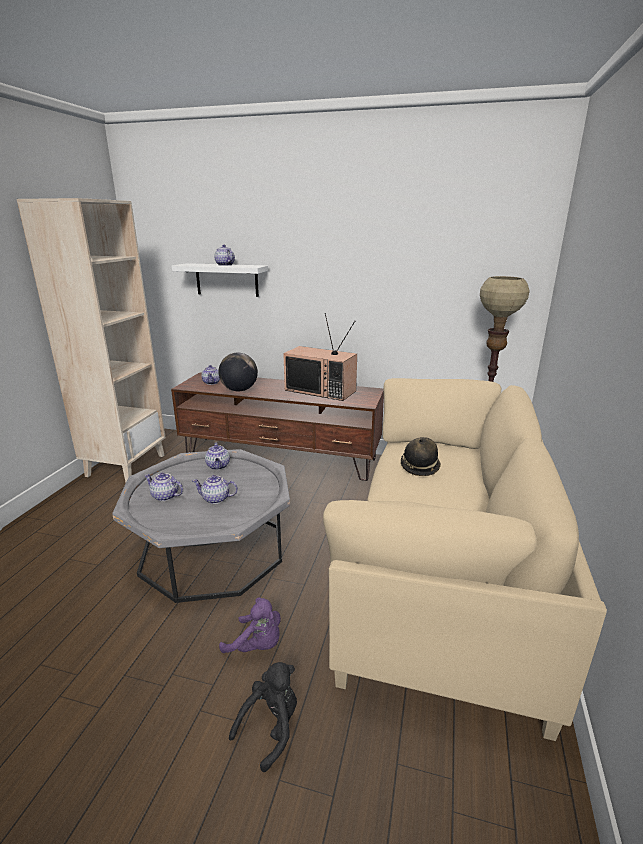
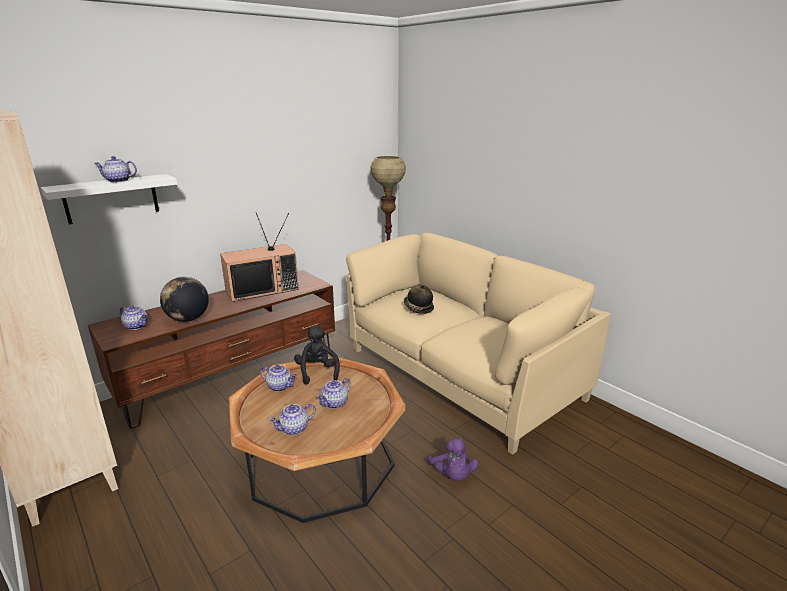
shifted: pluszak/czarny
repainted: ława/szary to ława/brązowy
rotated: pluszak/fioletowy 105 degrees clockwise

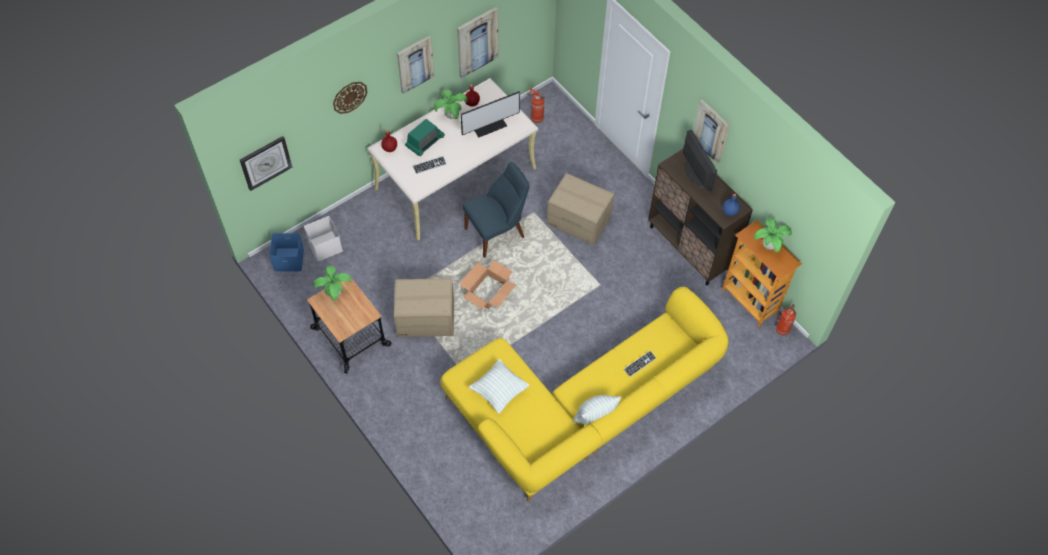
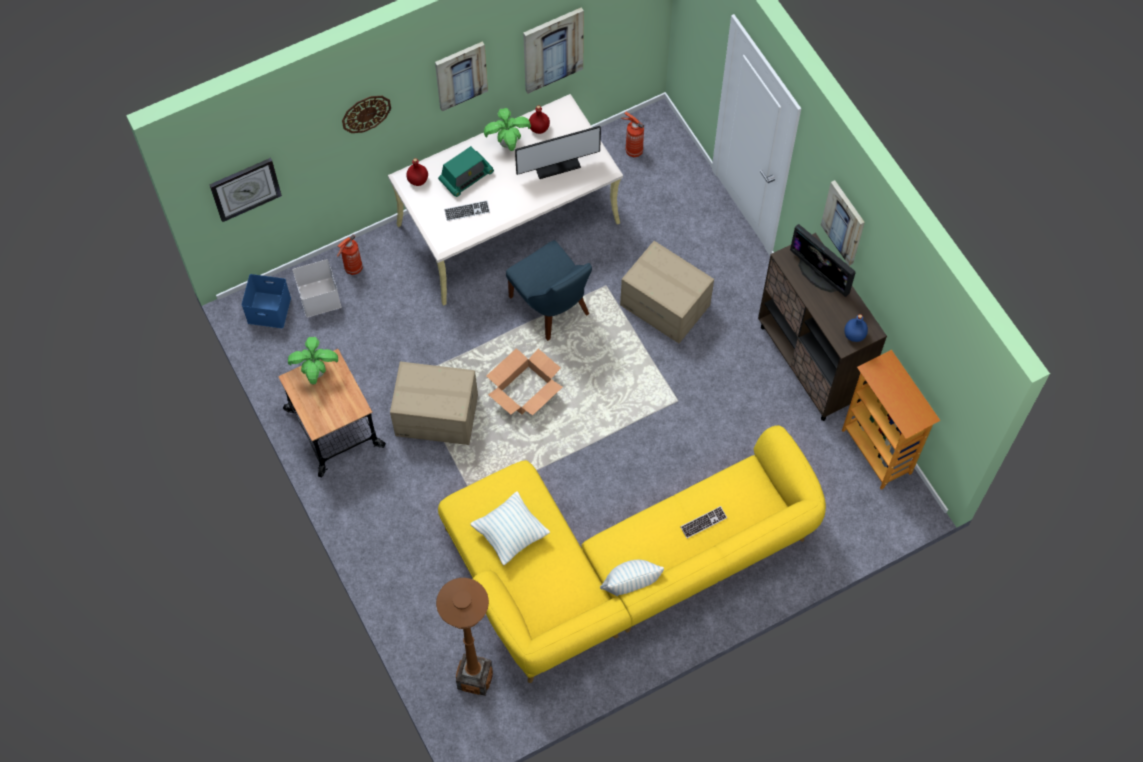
gone: roślina doniczkowa (no. 3 from left)
new: lampa stojąca/brązowy
shifted: gaśnica (no. 2 from left in the first image) to gaśnica (no. 1 from left)
rotated: krzesło/niebieski 75 degrees clockwise; monitor (no. 2 from left) 150 degrees clockwise

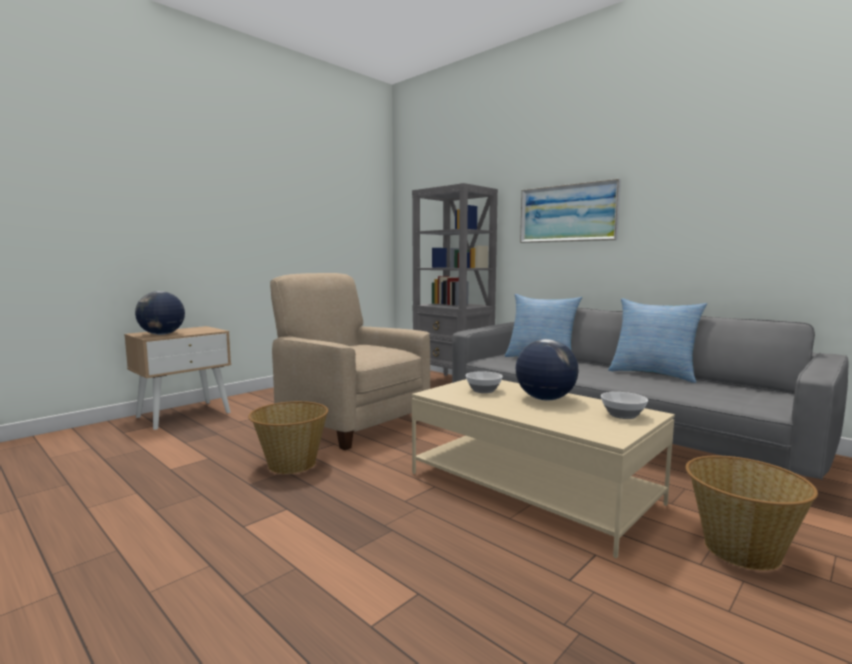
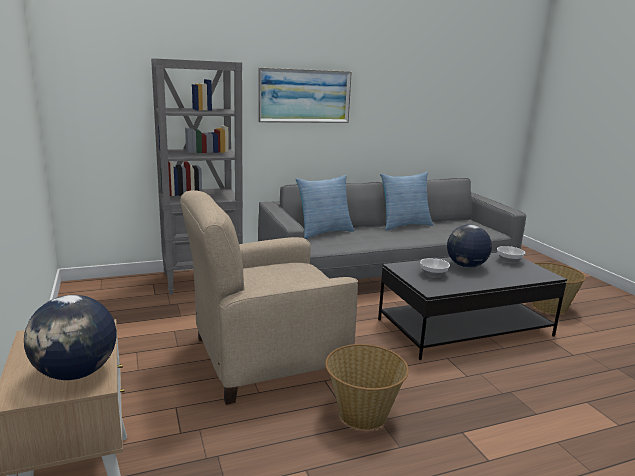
repainted: ława/beżowy to ława/czarny

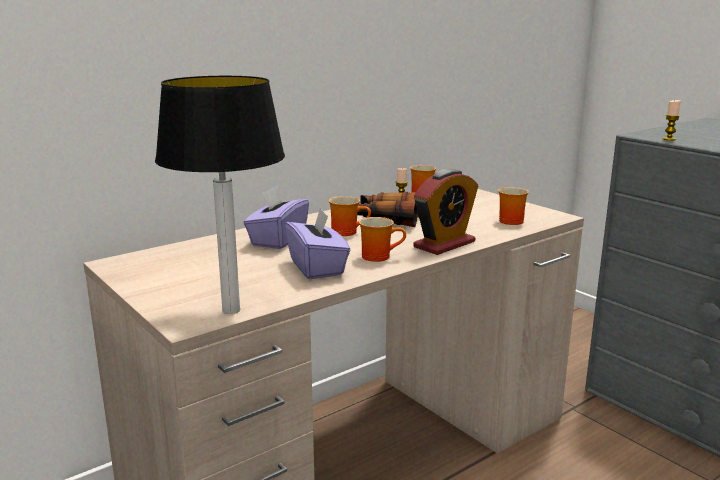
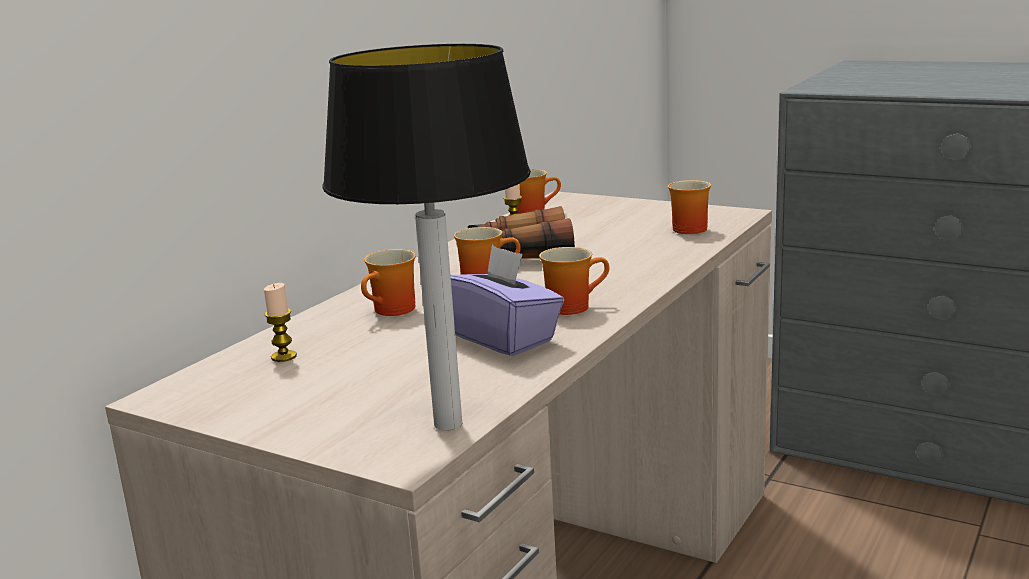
gone: budzik
shifted: świeca (no. 2 from left in the first image) to świeca (no. 1 from left)
swapped: pudełko chusteczek/fioletowy (no. 1 from left) to kubek (no. 1 from left)

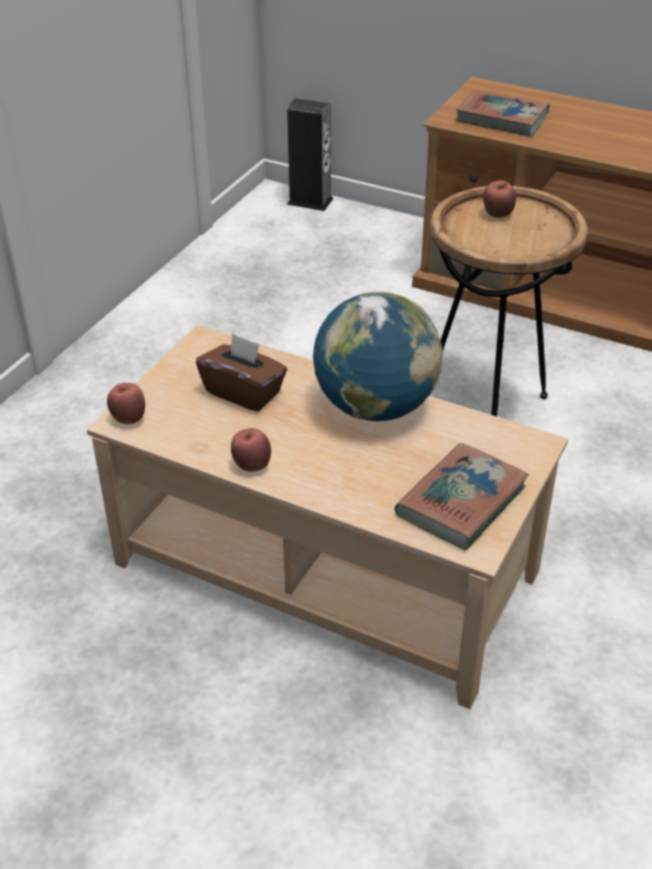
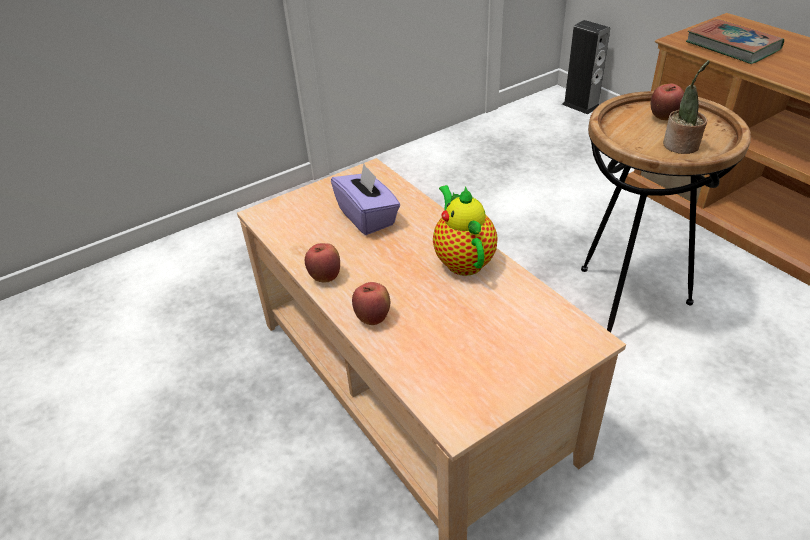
gone: książka (no. 1 from left)
new: roślina doniczkowa
shifted: jabłko (no. 1 from left in the first image) to jabłko (no. 2 from left)
swapped: globus to imbryk
repainted: pudełko chusteczek/brązowy to pudełko chusteczek/fioletowy

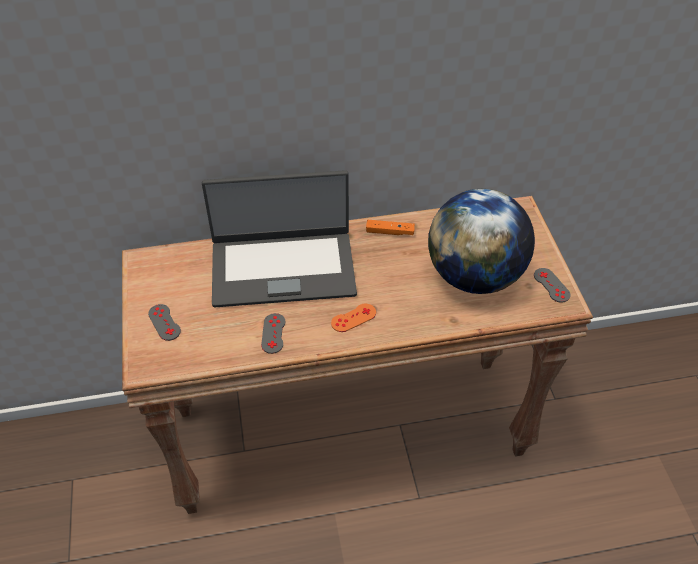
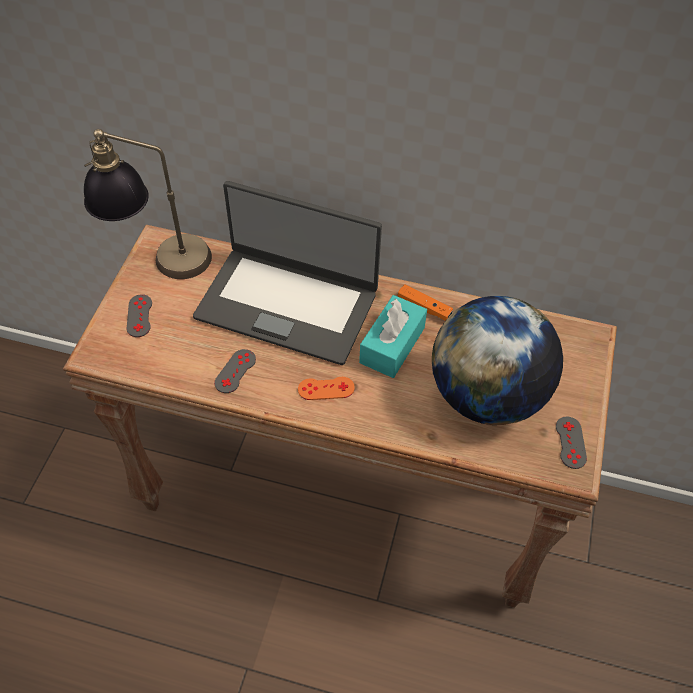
new: lampa stołowa; pudełko chusteczek/turkusowy

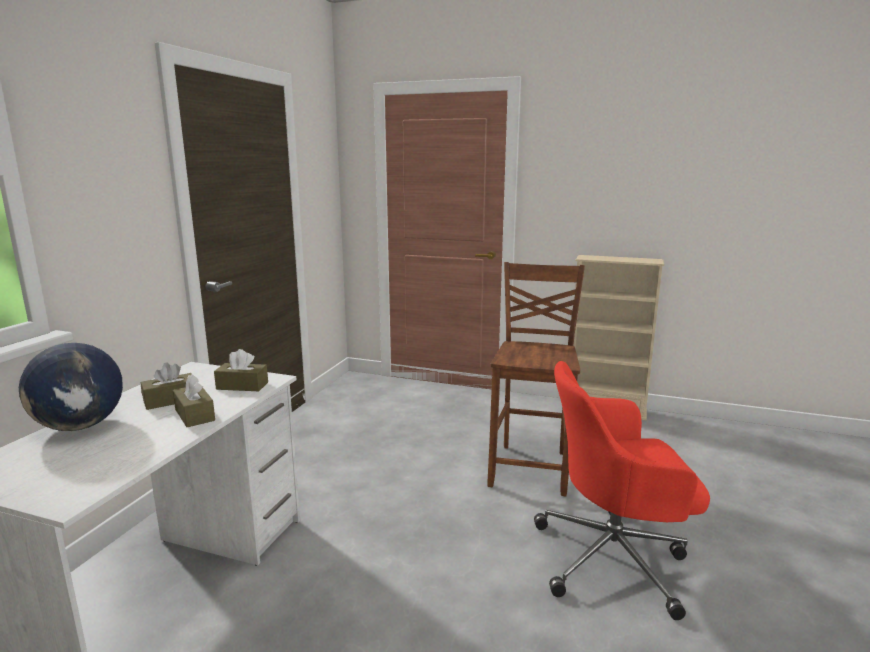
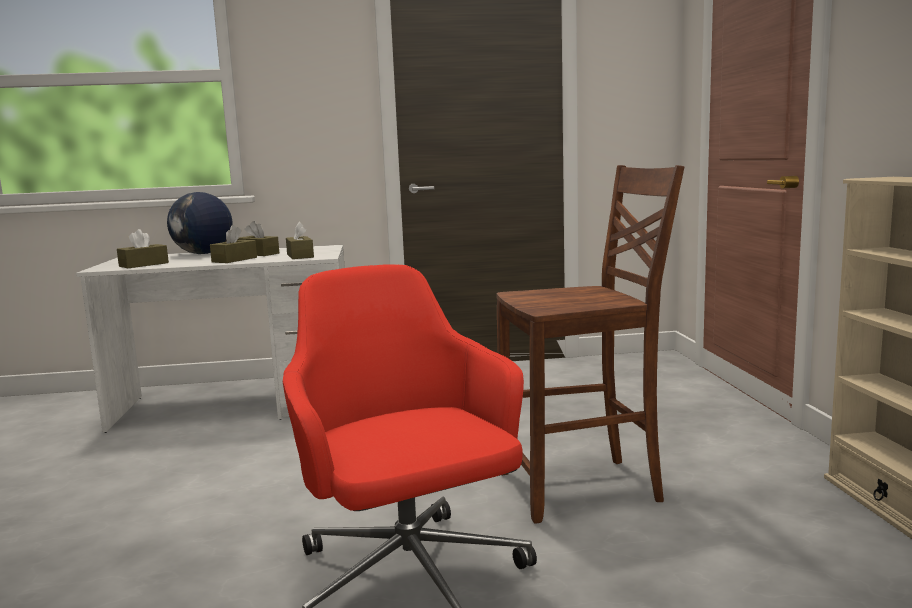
new: pudełko chusteczek/brązowy (no. 1 from left)

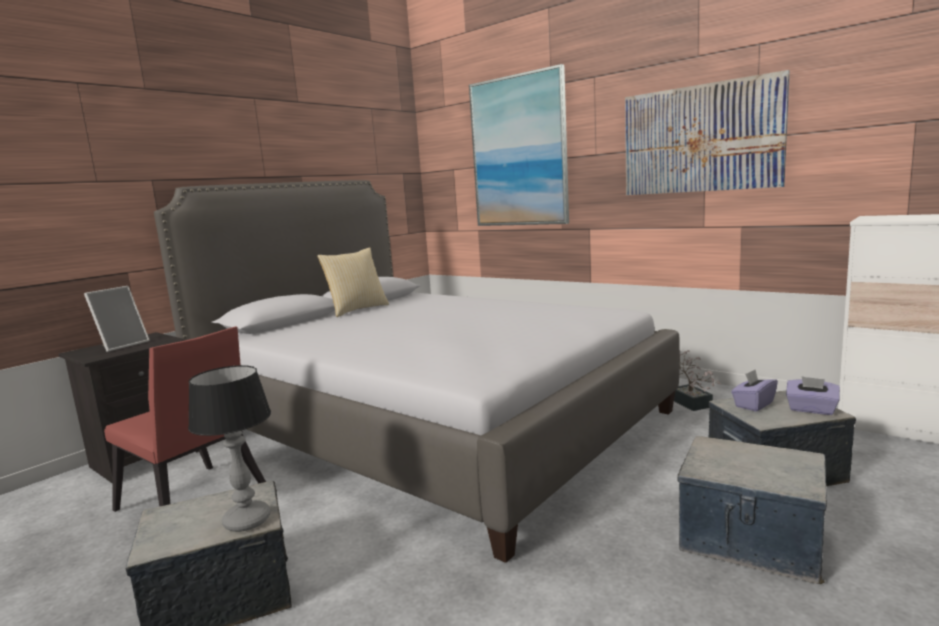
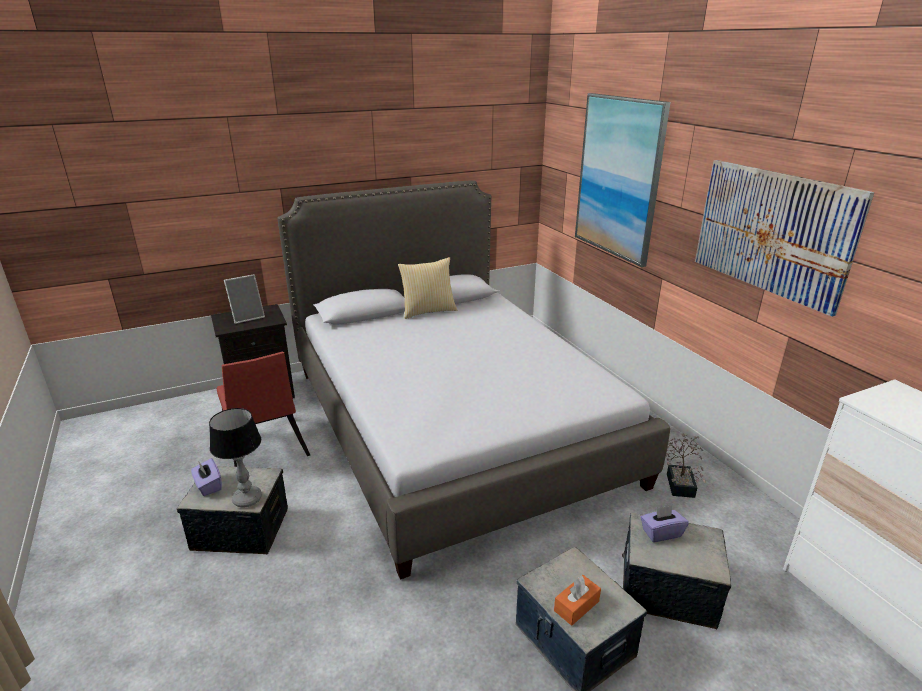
new: pudełko chusteczek/pomarańczowy
shifted: pudełko chusteczek/fioletowy (no. 2 from left in the first image) to pudełko chusteczek/fioletowy (no. 1 from left)

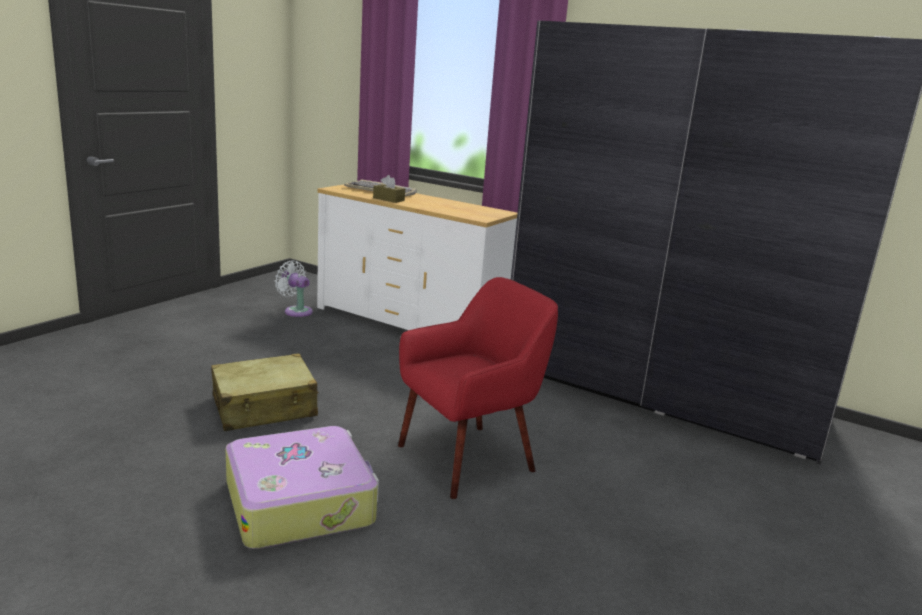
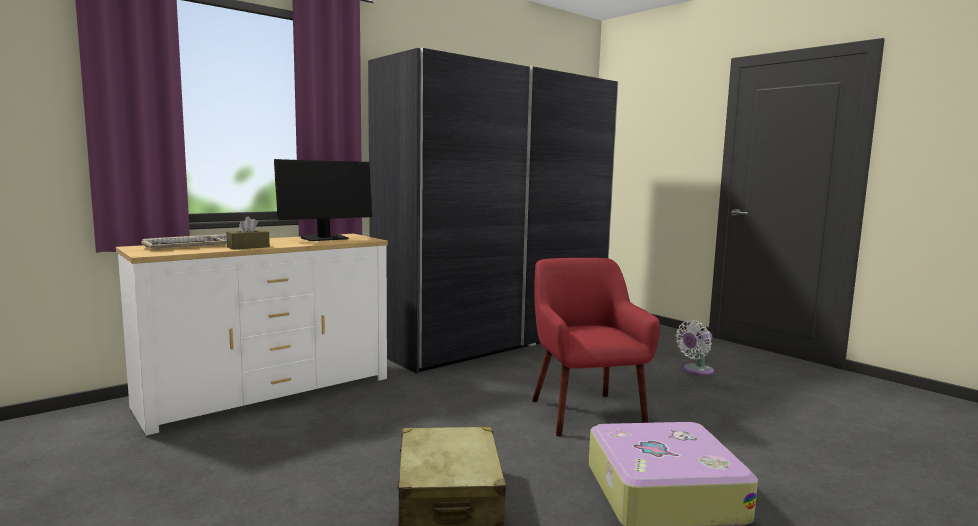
new: monitor
shifted: wentylator/biały

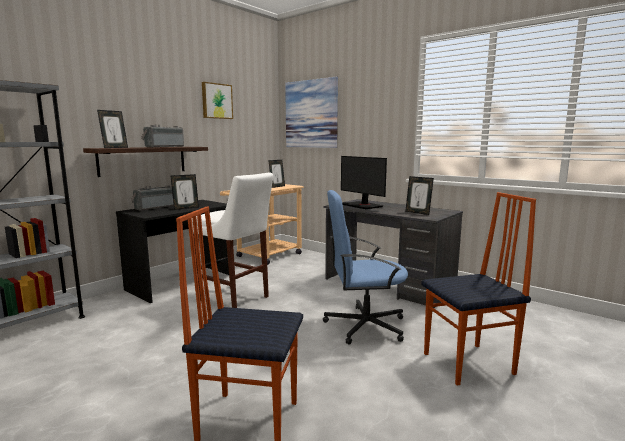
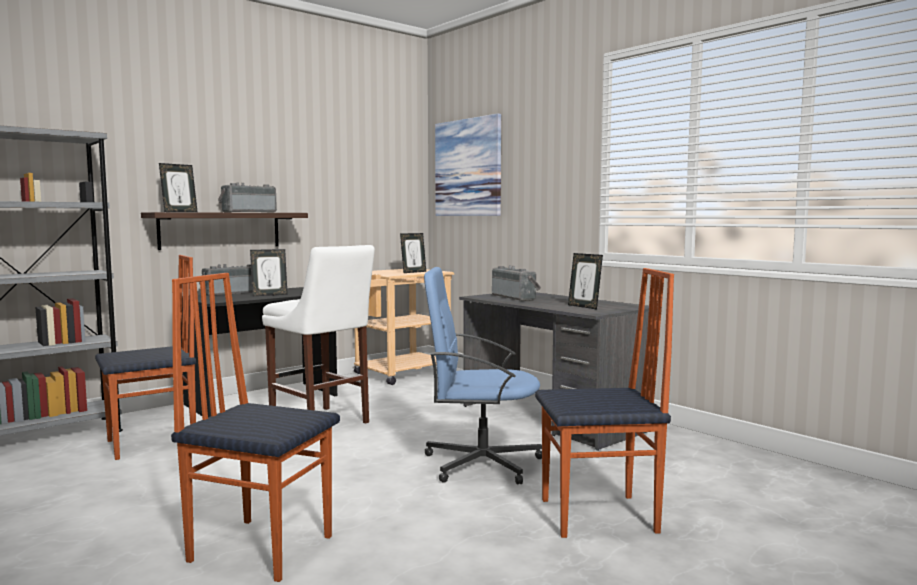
gone: obraz (no. 1 from left)
new: krzesło (no. 1 from left)
swapped: monitor to radio (no. 3 from left)

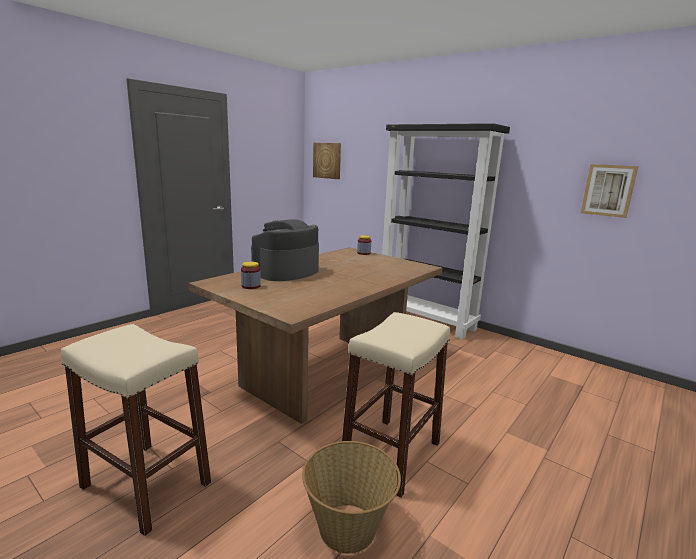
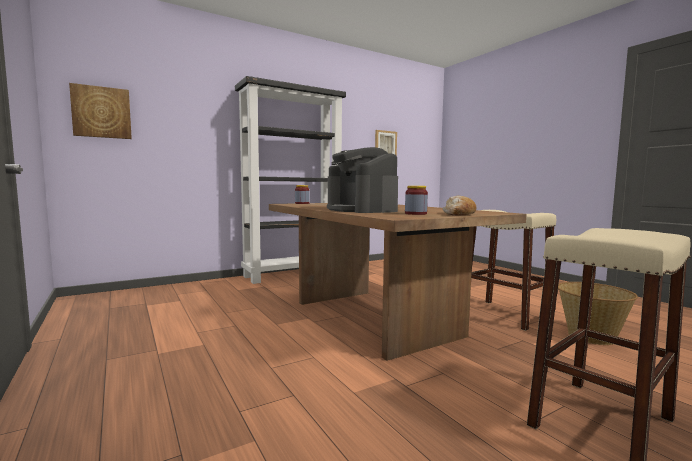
new: chleb

